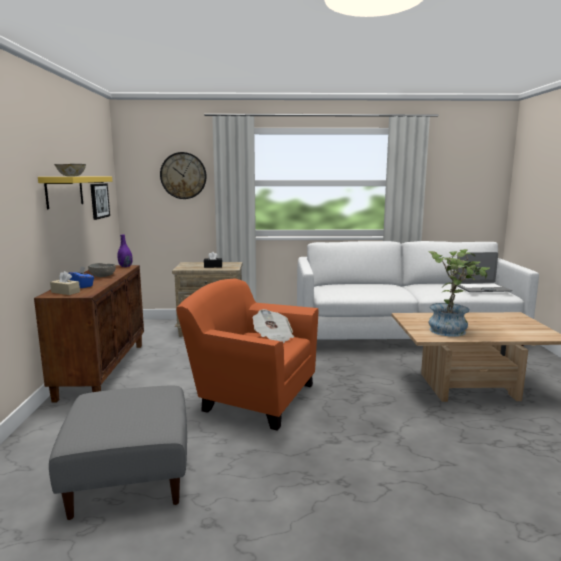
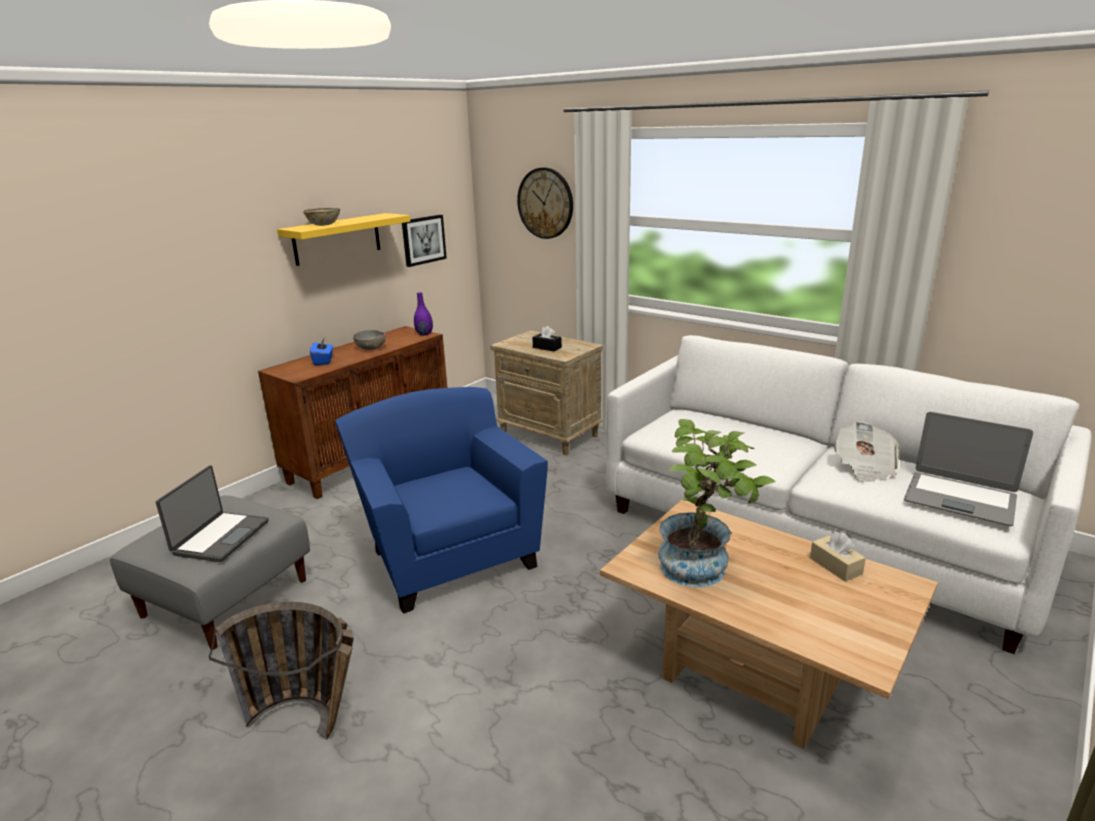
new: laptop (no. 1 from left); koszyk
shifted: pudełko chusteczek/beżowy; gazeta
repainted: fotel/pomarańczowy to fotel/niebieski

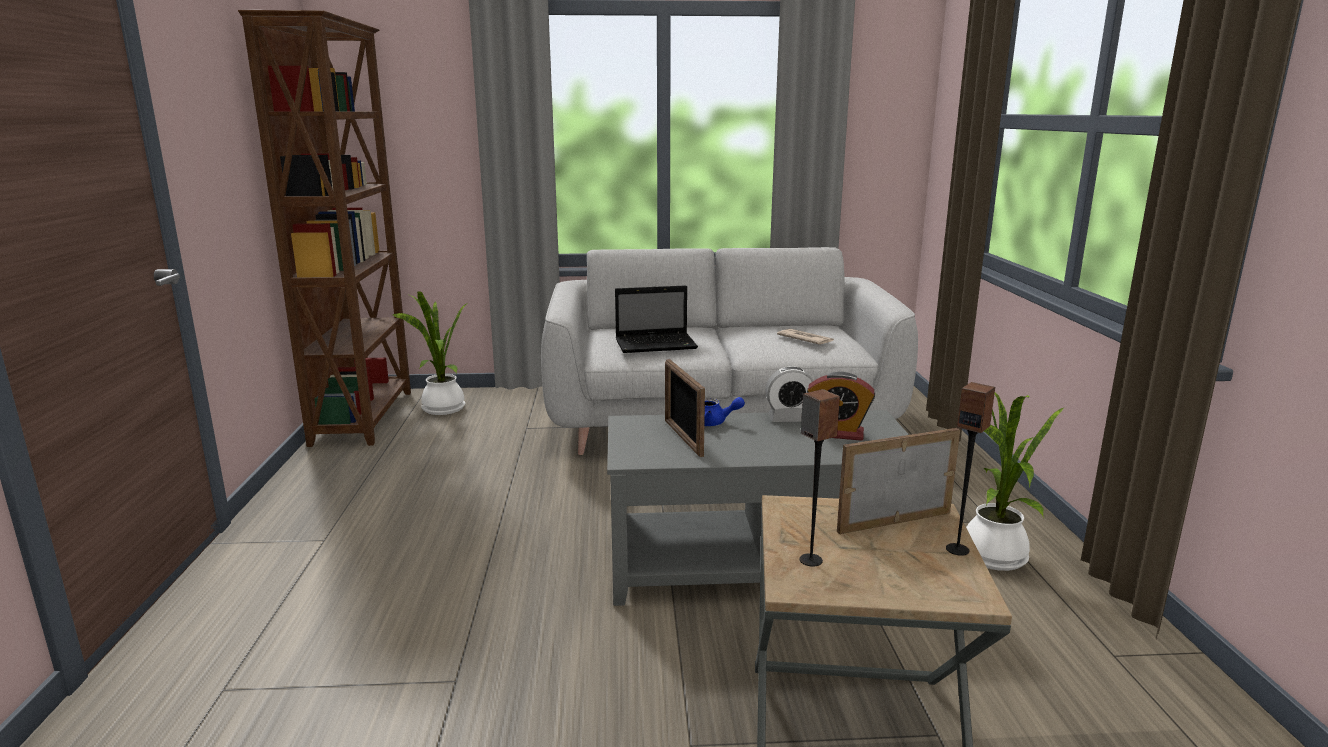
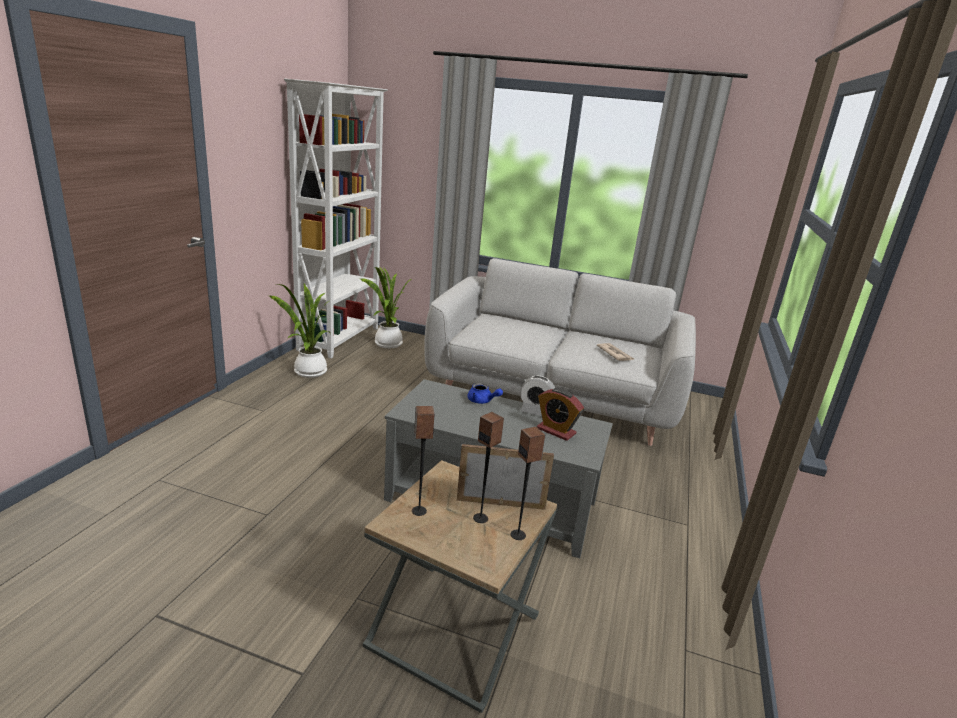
gone: laptop; ramka na zdjęcie (no. 1 from left)
new: głośnik (no. 2 from left)
shifted: roślina doniczkowa (no. 2 from left in the first image) to roślina doniczkowa (no. 1 from left)
repainted: regał/brązowy to regał/biały

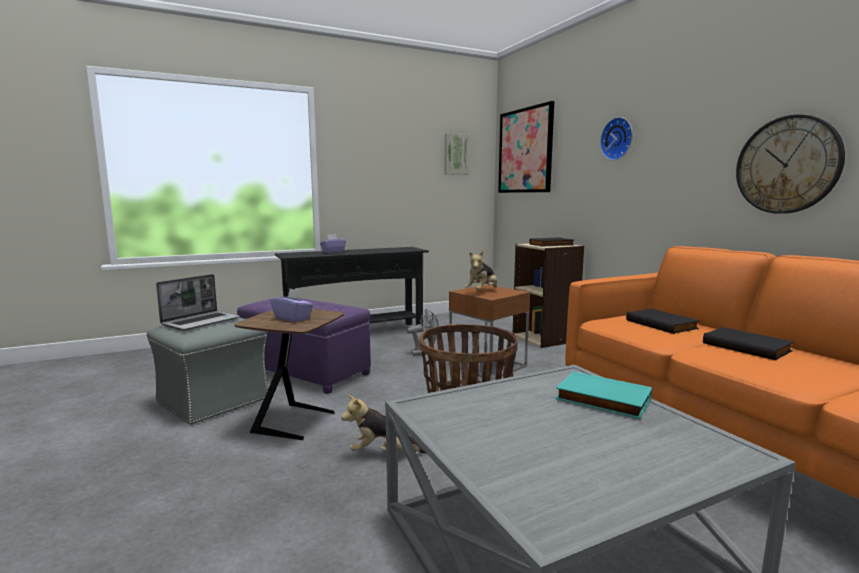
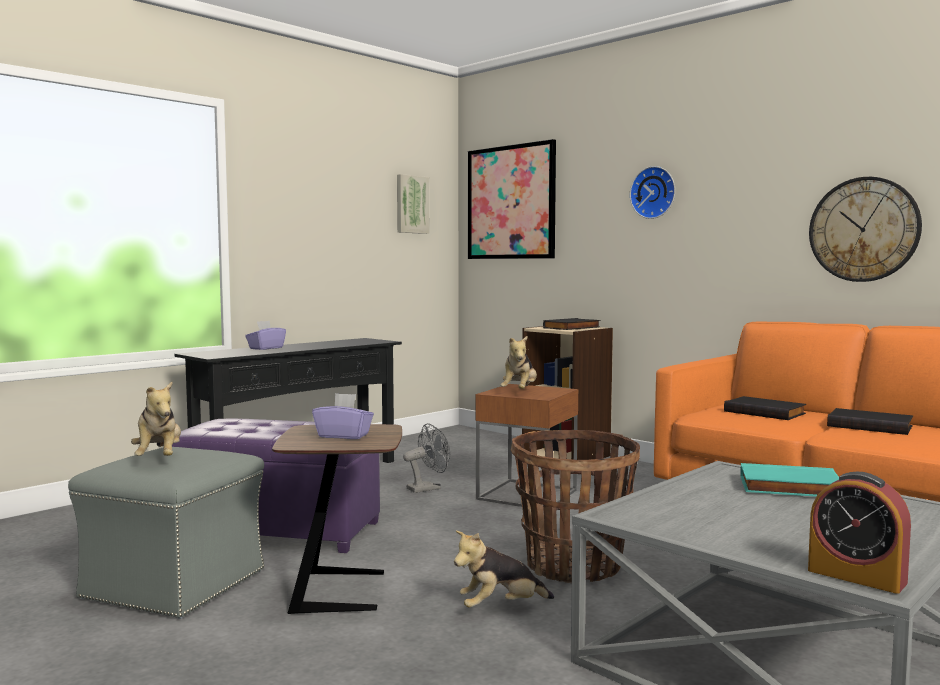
new: budzik
swapped: laptop to pluszak (no. 1 from left)

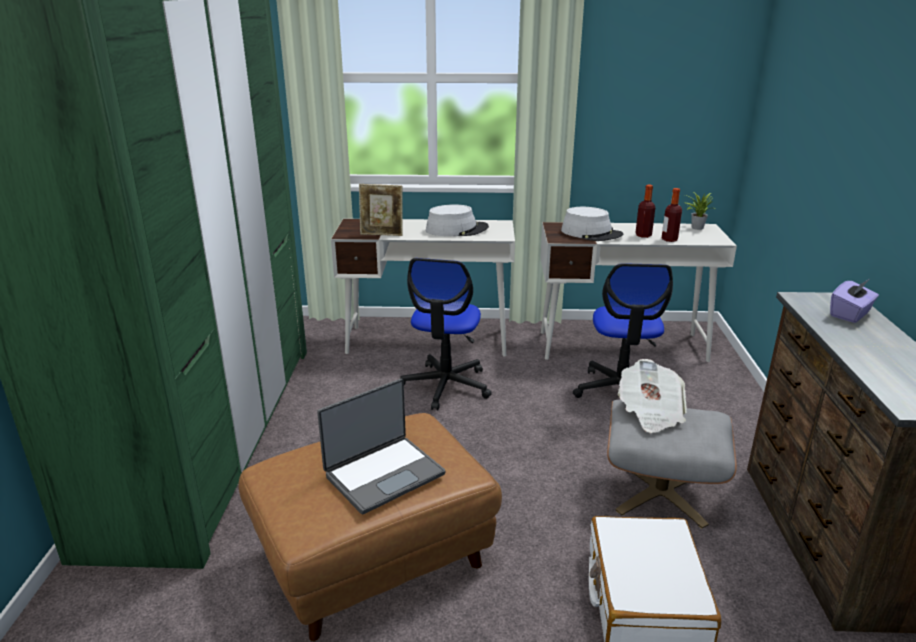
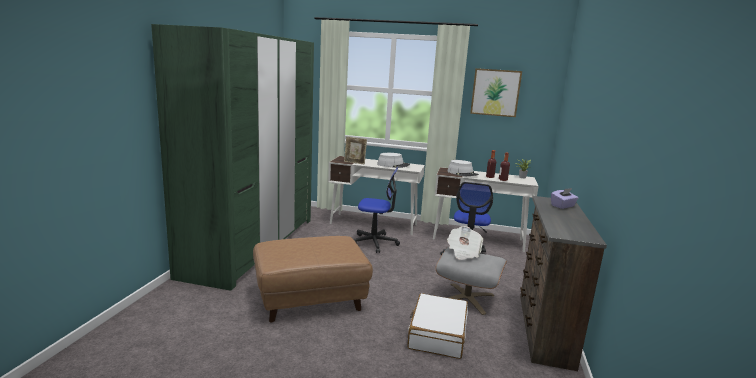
gone: laptop
new: obraz
rotated: krzesło biurowe (no. 1 from left) 105 degrees counterclockwise

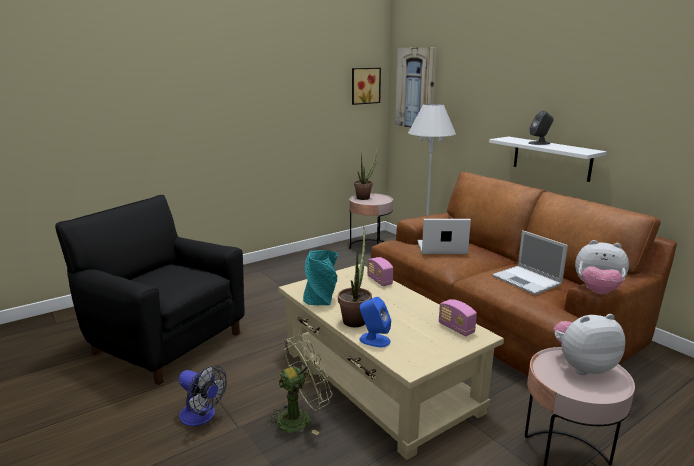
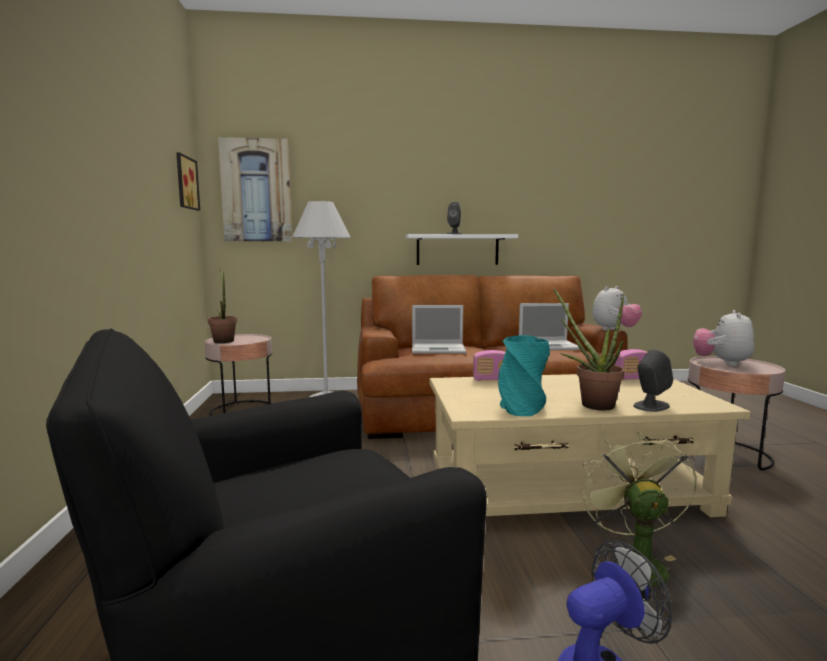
repainted: głośnik/niebieski to głośnik/szary (no. 2 from left)
rotated: laptop (no. 1 from left) 120 degrees counterclockwise

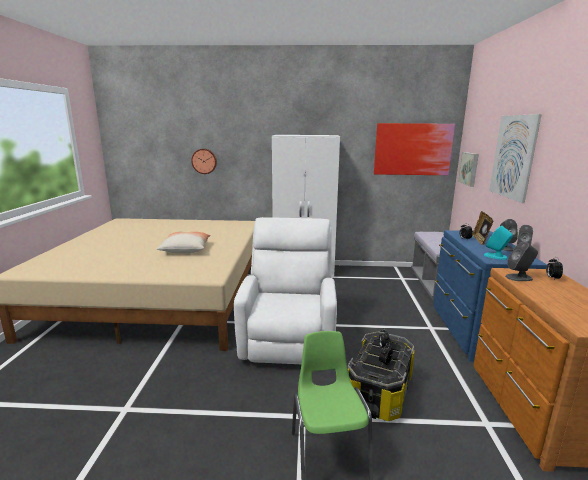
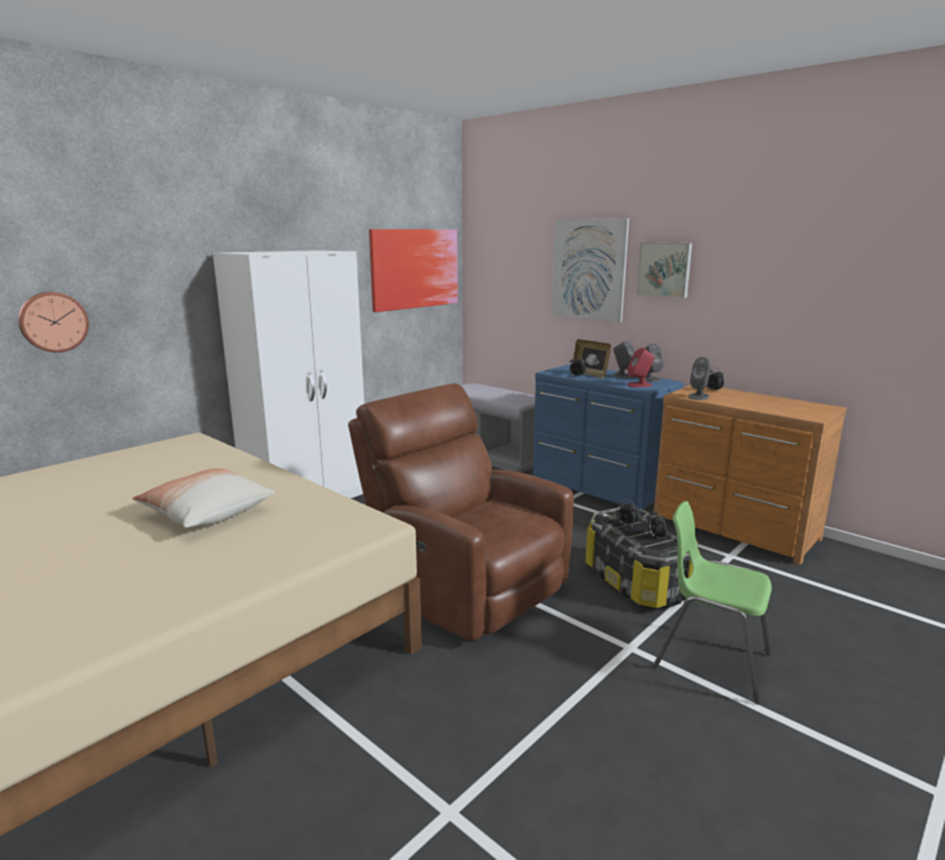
shifted: obraz (no. 2 from left in the first image) to obraz (no. 3 from left)
repainted: fotel/biały to fotel/brązowy; głośnik/turkusowy to głośnik/czerwony

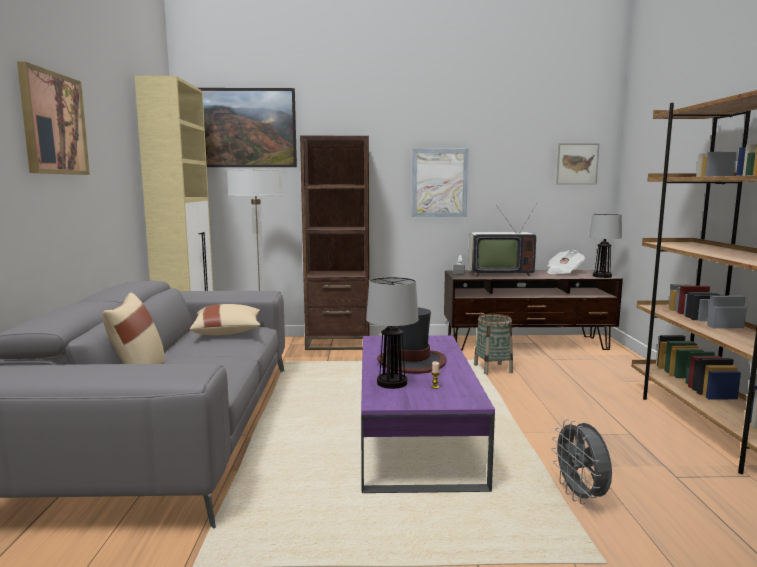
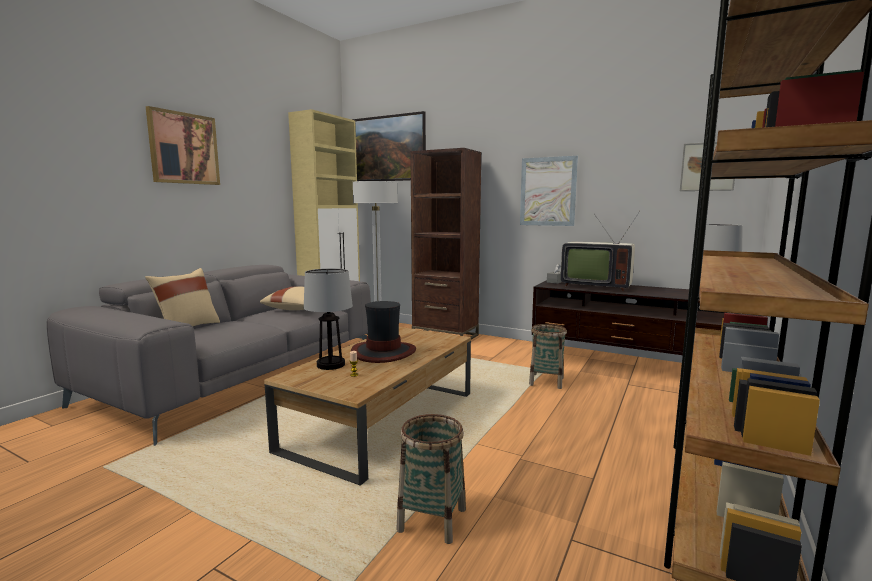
gone: gazeta
swapped: wentylator/szary to koszyk (no. 1 from left)
repainted: ława/fioletowy to ława/brązowy

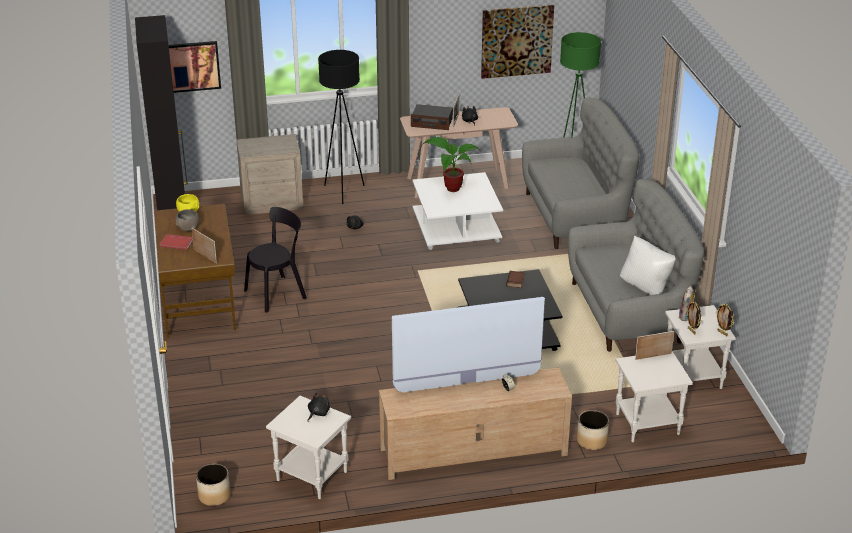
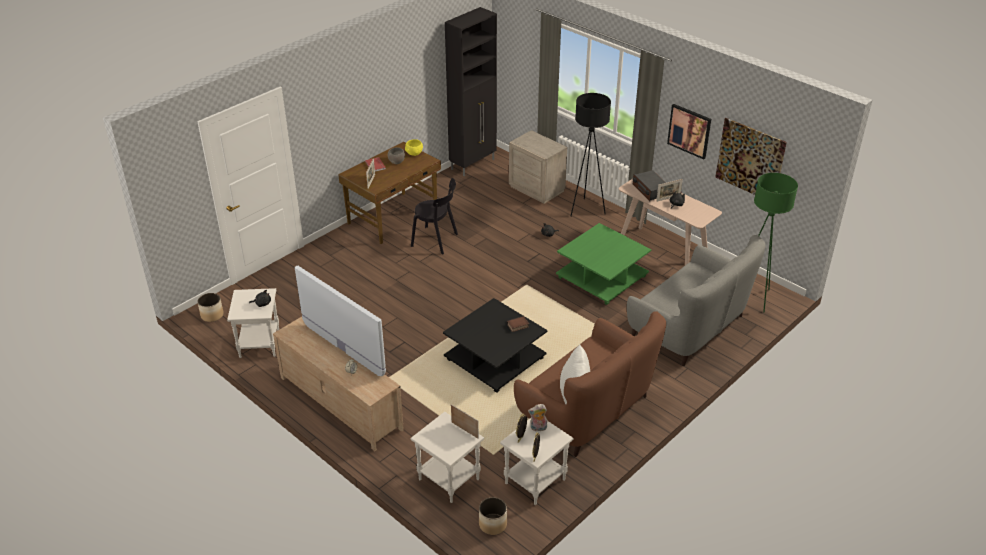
gone: roślina doniczkowa
shifted: donica (no. 2 from left); obraz (no. 1 from left)
repainted: kanapa/szary (no. 2 from left) to kanapa/brązowy; ława/biały to ława/zielony

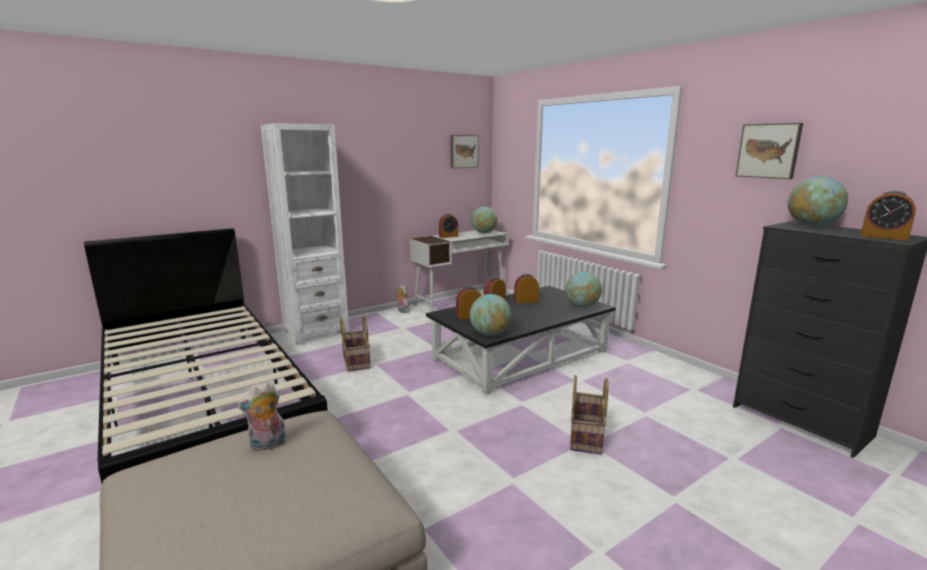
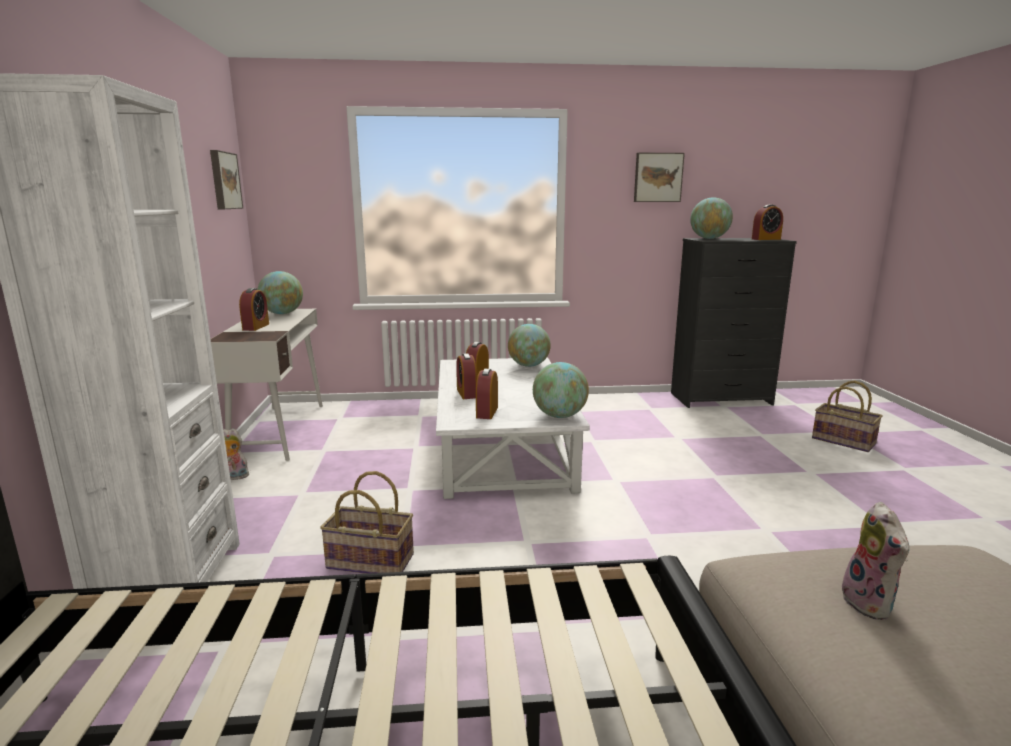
shifted: koszyk (no. 2 from left)
repainted: ława/czarny to ława/biały

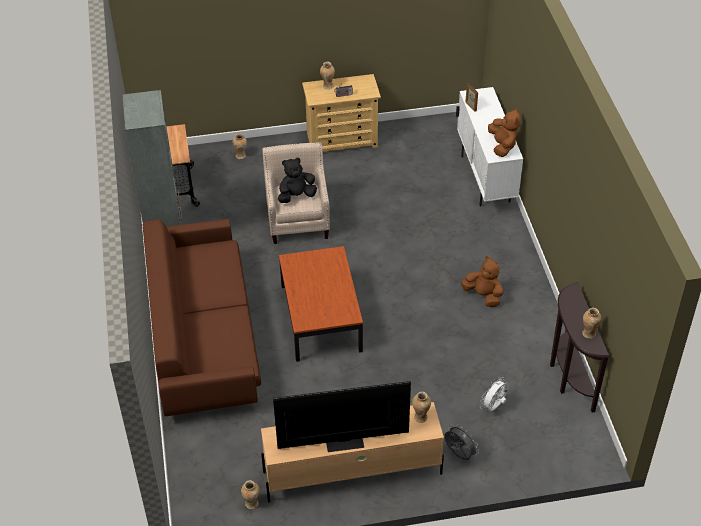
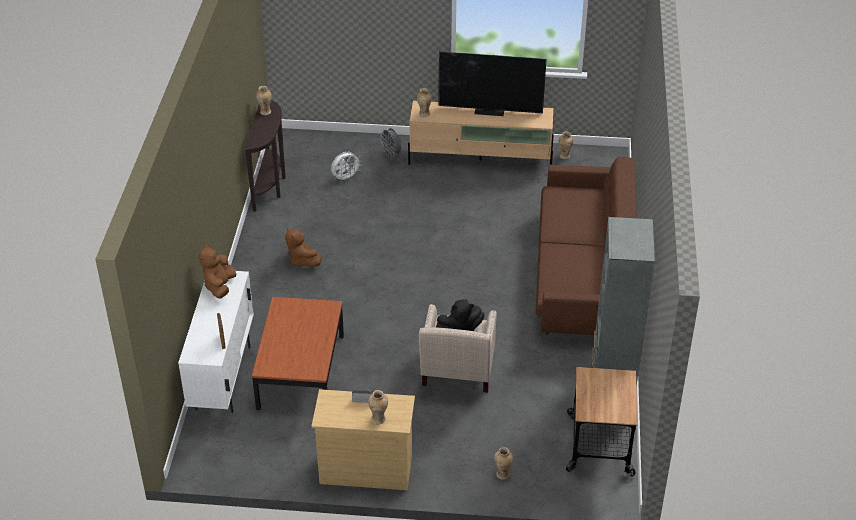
shifted: ława/brązowy

